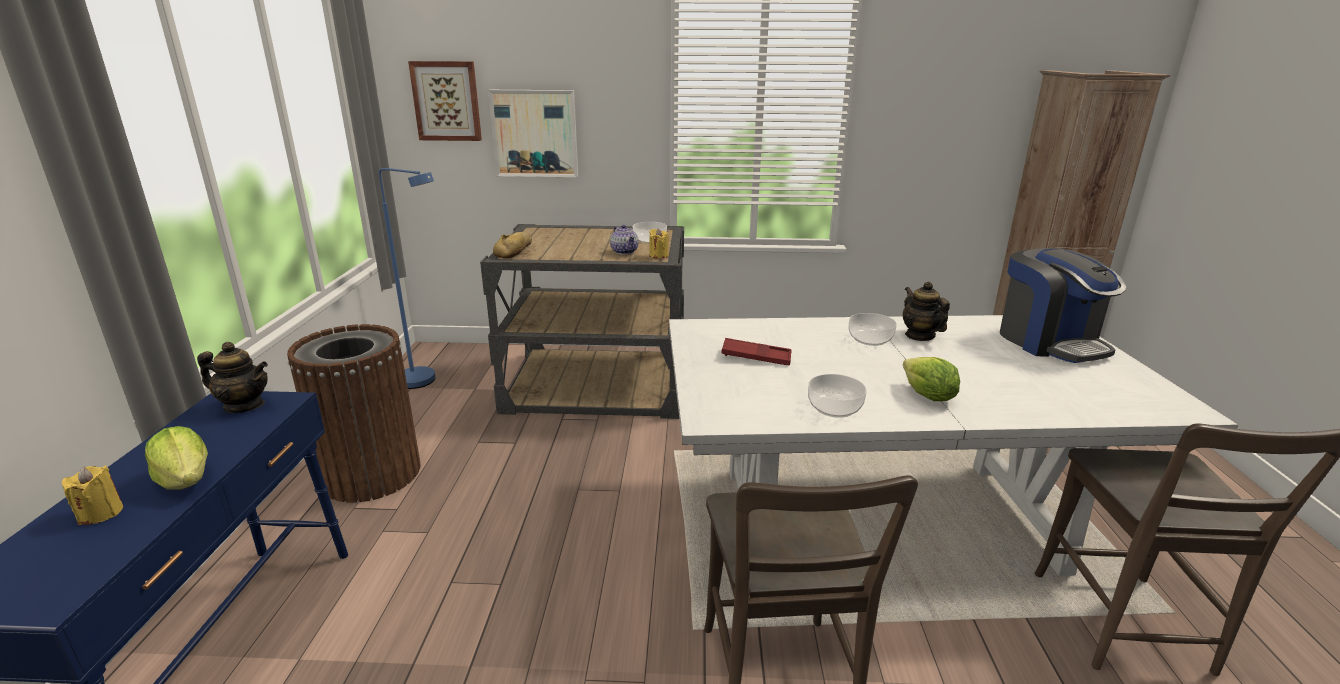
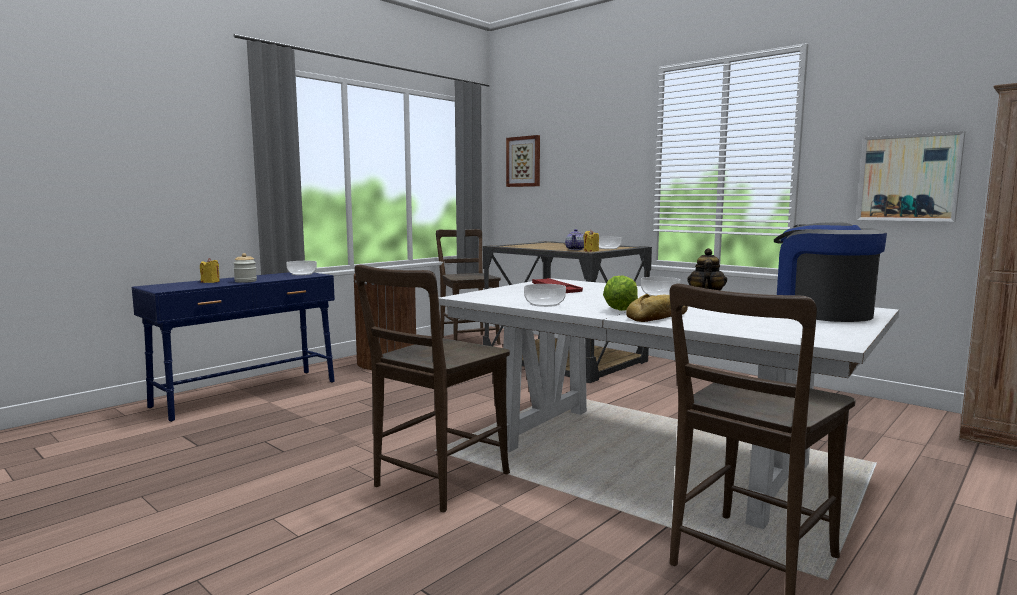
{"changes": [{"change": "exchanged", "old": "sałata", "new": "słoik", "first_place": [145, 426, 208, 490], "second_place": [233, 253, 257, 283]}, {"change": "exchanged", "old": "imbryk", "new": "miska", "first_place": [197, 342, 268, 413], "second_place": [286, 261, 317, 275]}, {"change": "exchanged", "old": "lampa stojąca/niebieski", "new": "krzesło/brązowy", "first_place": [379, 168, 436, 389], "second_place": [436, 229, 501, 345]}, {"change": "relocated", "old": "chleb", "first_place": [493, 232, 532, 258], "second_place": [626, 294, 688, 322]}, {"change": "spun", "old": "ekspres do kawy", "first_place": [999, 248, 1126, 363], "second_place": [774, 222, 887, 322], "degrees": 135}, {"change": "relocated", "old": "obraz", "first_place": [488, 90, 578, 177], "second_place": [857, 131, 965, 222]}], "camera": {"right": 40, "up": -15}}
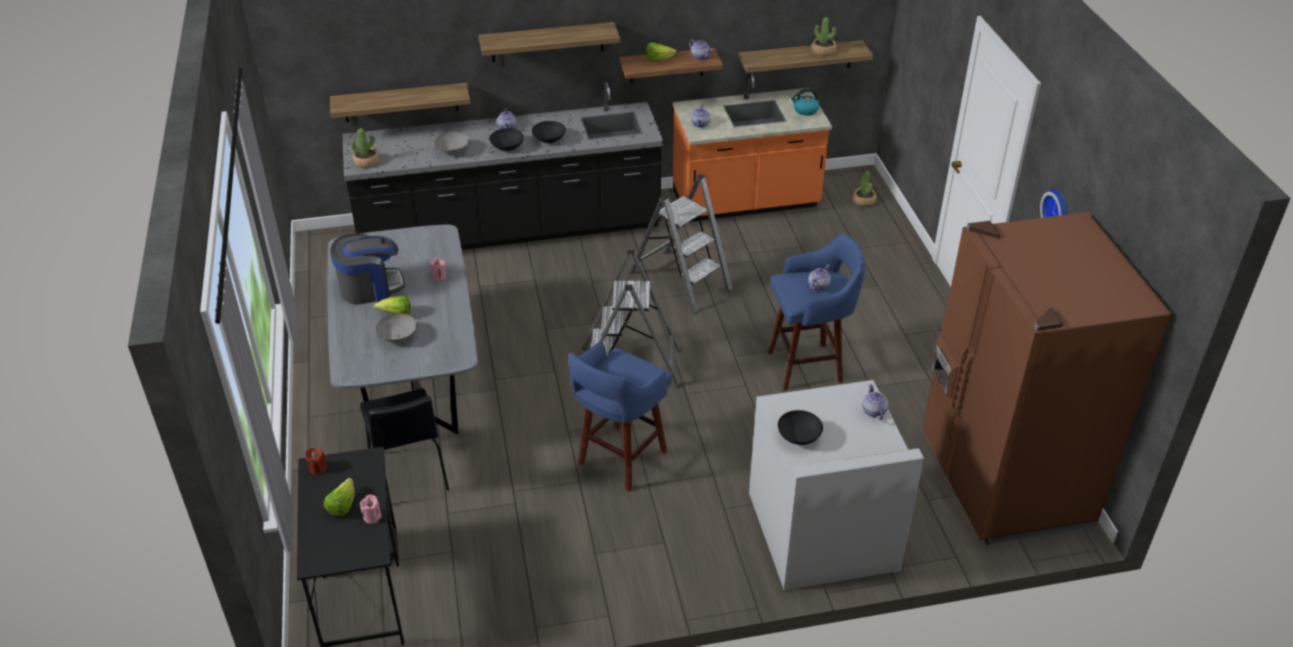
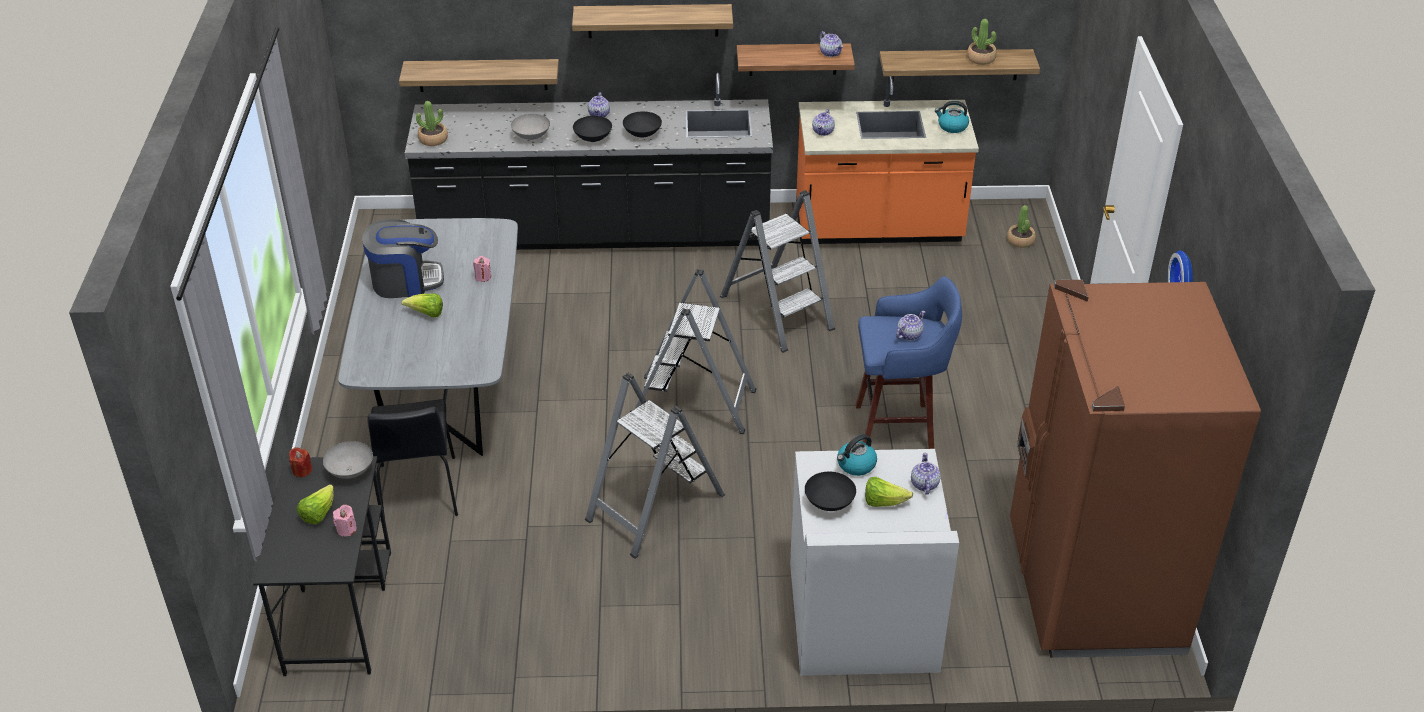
{"changes": [{"change": "relocated", "old": "miska/szary", "first_place": [376, 313, 417, 343], "second_place": [323, 441, 373, 479]}, {"change": "exchanged", "old": "stołek/niebieski", "new": "drabinka/szary", "first_place": [569, 342, 672, 491], "second_place": [585, 373, 725, 559]}, {"change": "appeared", "new": "czajnik", "second_place": [837, 434, 877, 476]}, {"change": "relocated", "old": "sałata", "first_place": [646, 42, 677, 62], "second_place": [865, 477, 913, 507]}], "camera": {"right": 10, "up": 0}}
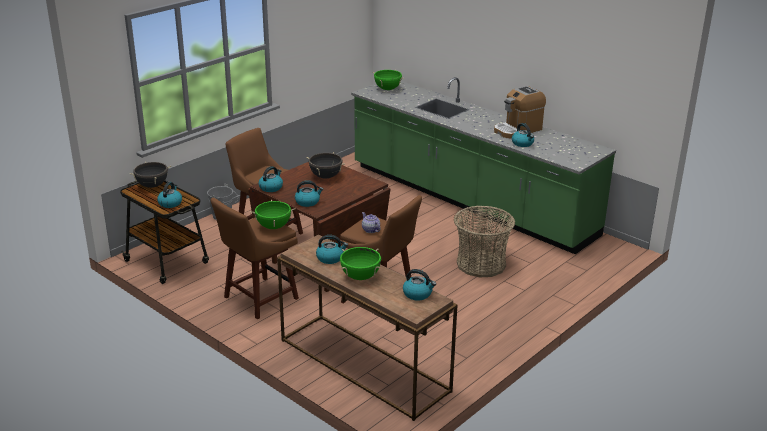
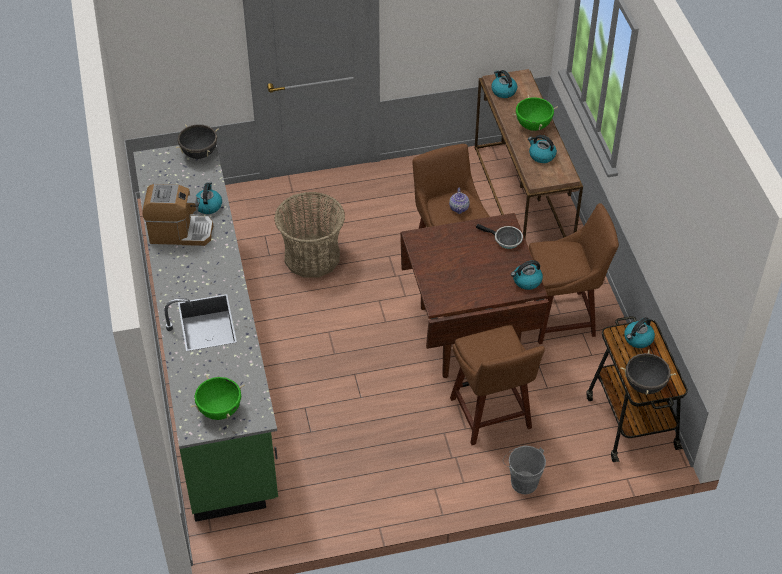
{"changes": [{"change": "relocated", "old": "garnek/czarny", "first_place": [306, 152, 345, 179], "second_place": [176, 124, 219, 159]}, {"change": "exchanged", "old": "czajnik", "new": "patelnia", "first_place": [295, 180, 323, 207], "second_place": [476, 224, 523, 249]}, {"change": "missing", "old": "garnek/zielony", "first_place": [250, 200, 295, 229]}], "camera": {"right": -145, "up": 20}}
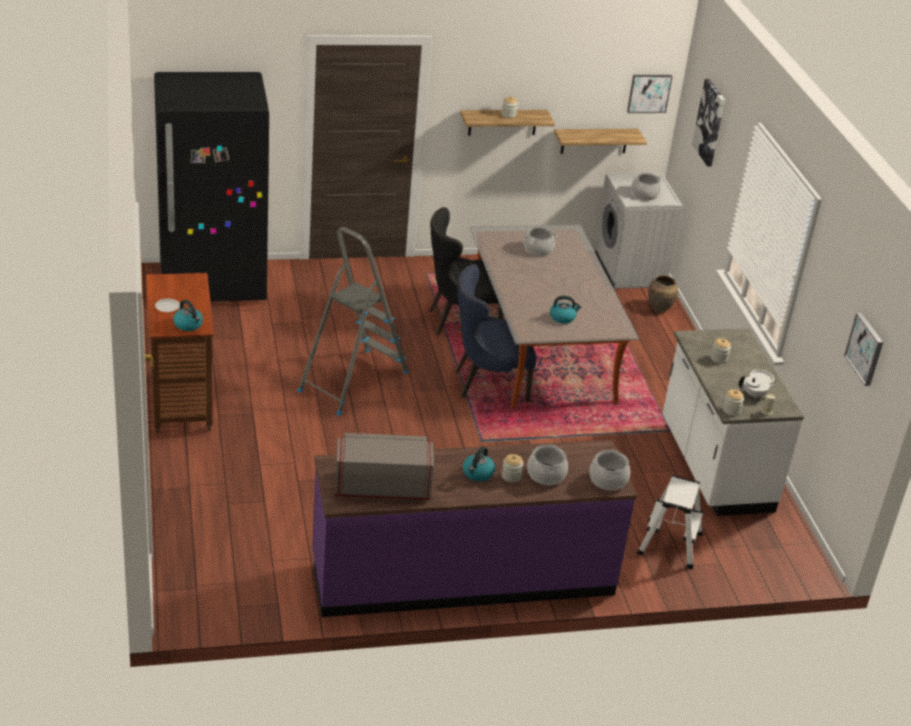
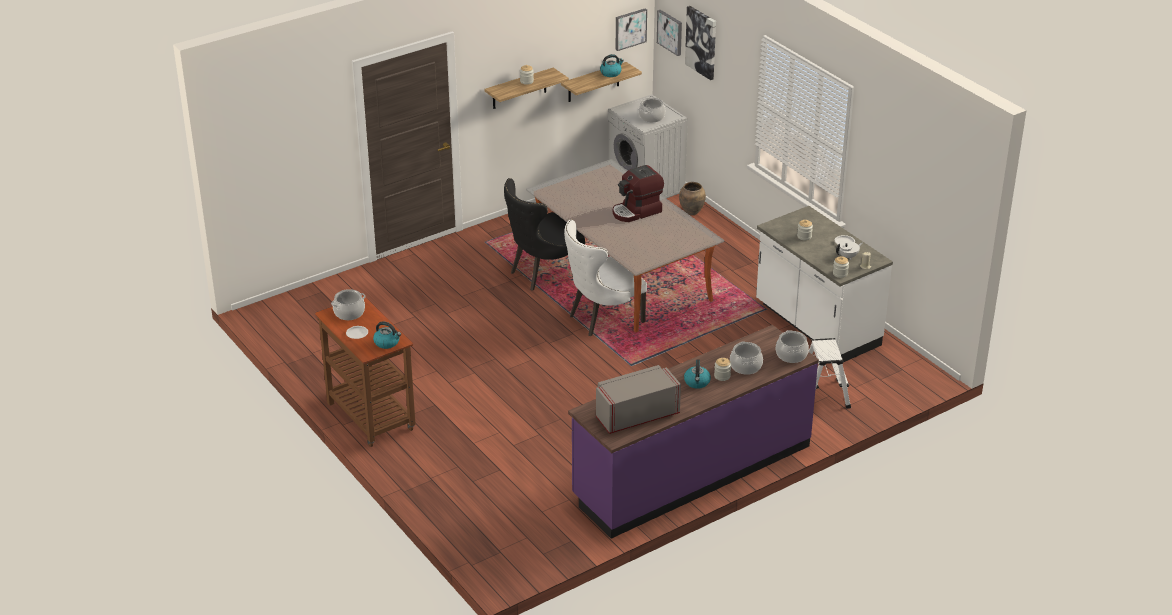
{"changes": [{"change": "relocated", "old": "garnek", "first_place": [523, 226, 558, 256], "second_place": [331, 289, 366, 320]}, {"change": "colour", "old": "krzesło/niebieski", "new": "krzesło/biały", "first_place": [456, 264, 536, 402], "second_place": [564, 219, 647, 336]}, {"change": "relocated", "old": "czajnik", "first_place": [550, 296, 582, 323], "second_place": [600, 54, 624, 77]}, {"change": "appeared", "new": "ekspres do kawy", "second_place": [613, 165, 664, 222]}, {"change": "relocated", "old": "obraz", "first_place": [844, 313, 883, 386], "second_place": [657, 10, 682, 56]}, {"change": "missing", "old": "lodówka/czarny", "first_place": [154, 72, 269, 302]}, {"change": "missing", "old": "drabinka/szary", "first_place": [297, 227, 409, 416]}], "camera": {"right": -20, "up": 0}}
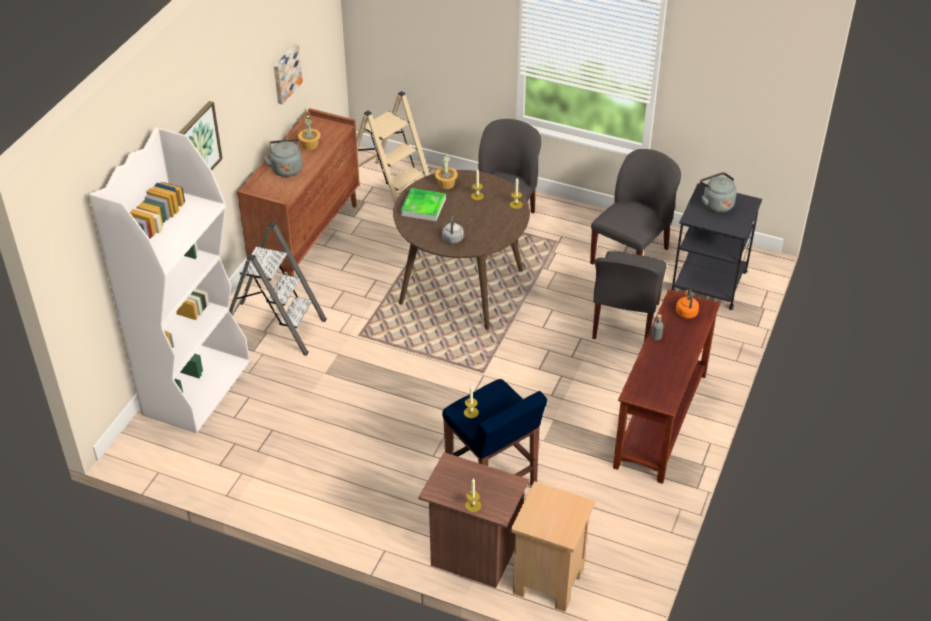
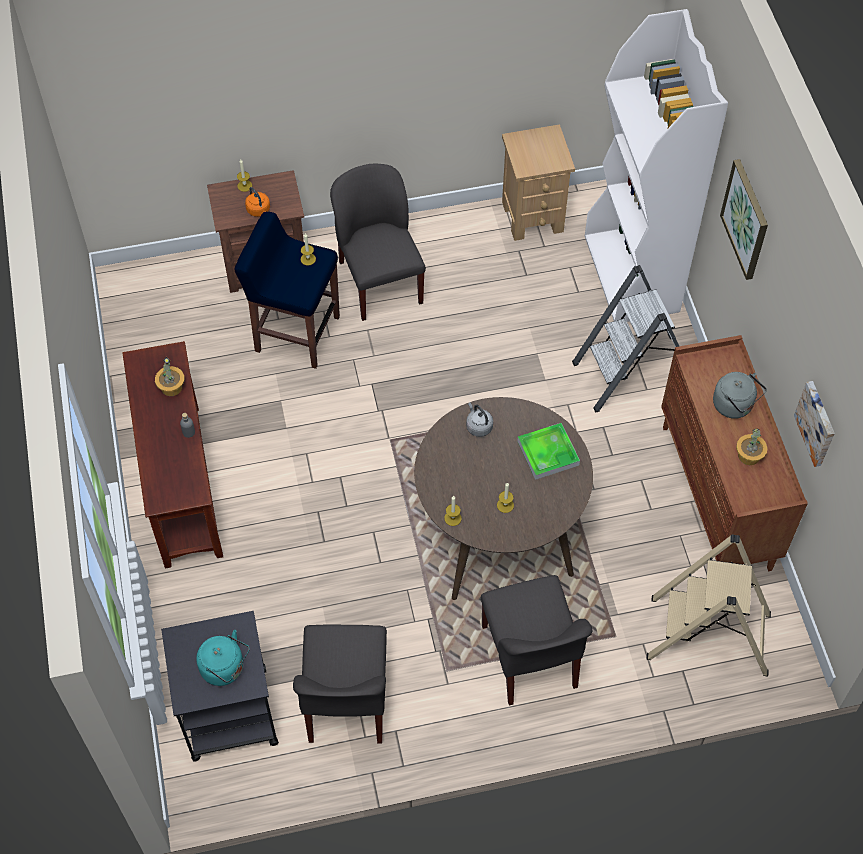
{"changes": [{"change": "relocated", "old": "roślina doniczkowa", "first_place": [435, 154, 458, 189], "second_place": [155, 356, 184, 396]}, {"change": "colour", "old": "czajnik/szary", "new": "czajnik/turkusowy", "first_place": [700, 172, 737, 213], "second_place": [196, 630, 250, 686]}, {"change": "relocated", "old": "czajnik/pomarańczowy", "first_place": [676, 289, 699, 319], "second_place": [245, 187, 270, 217]}, {"change": "relocated", "old": "krzesło/szary", "first_place": [592, 251, 667, 342], "second_place": [330, 164, 426, 321]}, {"change": "relocated", "old": "szafka nocna/beżowy", "first_place": [511, 481, 595, 612], "second_place": [502, 124, 575, 241]}], "camera": {"right": 145, "up": 15}}
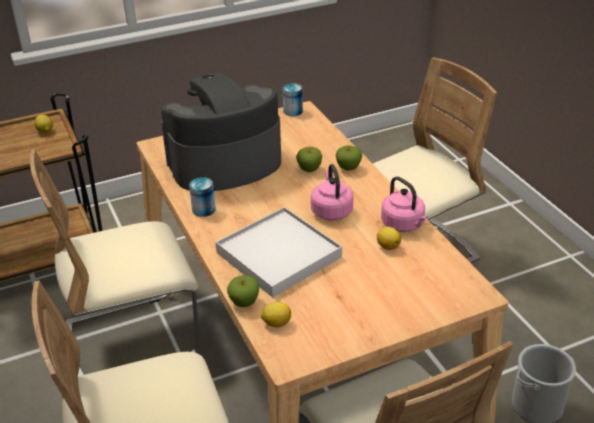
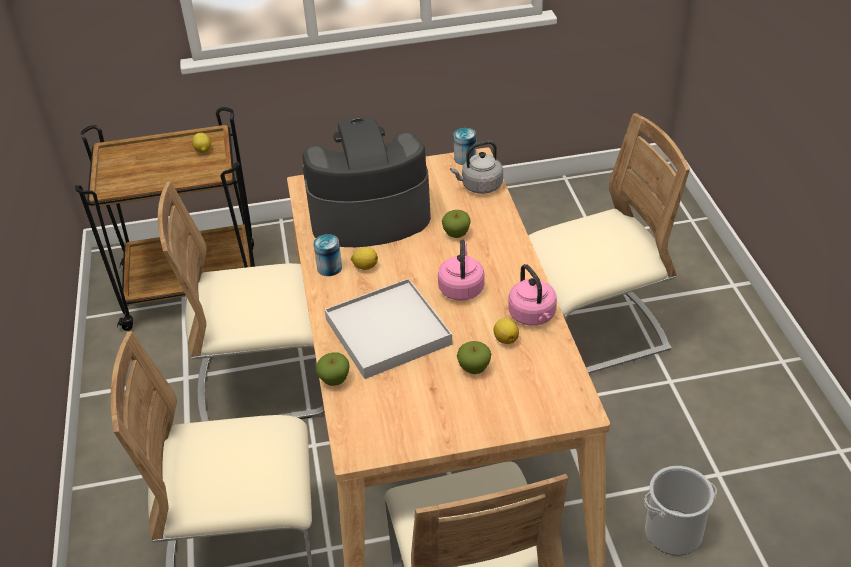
{"changes": [{"change": "relocated", "old": "cytryna", "first_place": [260, 302, 291, 327], "second_place": [351, 247, 378, 270]}, {"change": "appeared", "new": "czajnik/szary", "second_place": [450, 141, 503, 194]}, {"change": "relocated", "old": "jabłko", "first_place": [336, 145, 362, 170], "second_place": [457, 341, 491, 374]}], "camera": {"right": 15, "up": 5}}
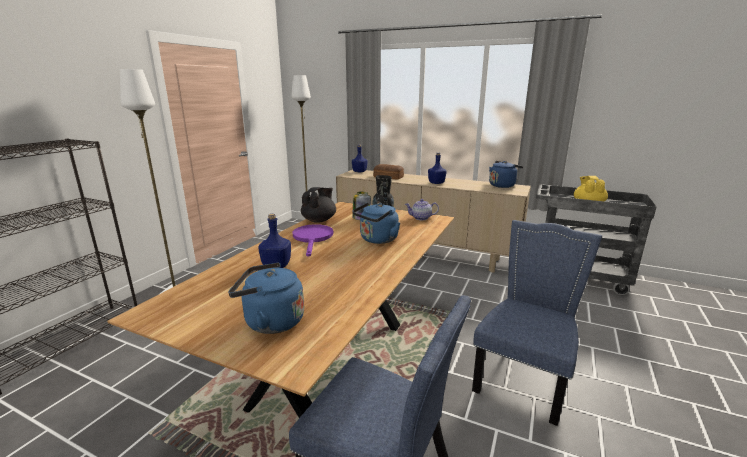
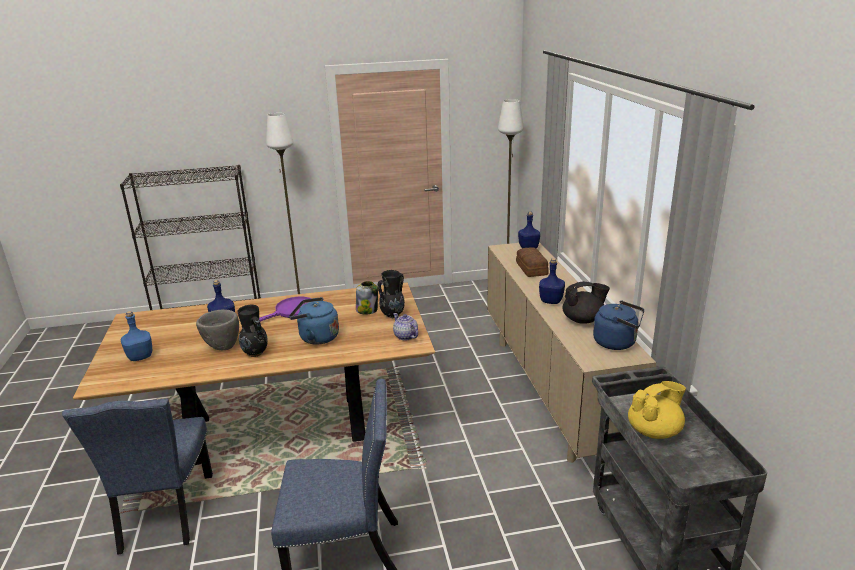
{"changes": [{"change": "exchanged", "old": "czajnik/niebieski", "new": "butelka/niebieski", "first_place": [228, 262, 304, 334], "second_place": [121, 311, 152, 361]}, {"change": "appeared", "new": "miska/szary", "second_place": [196, 309, 239, 350]}, {"change": "appeared", "new": "wazon/czarny", "second_place": [237, 305, 268, 357]}, {"change": "relocated", "old": "imbryk/czarny", "first_place": [301, 187, 336, 223], "second_place": [562, 282, 610, 324]}], "camera": {"right": 55, "up": 5}}
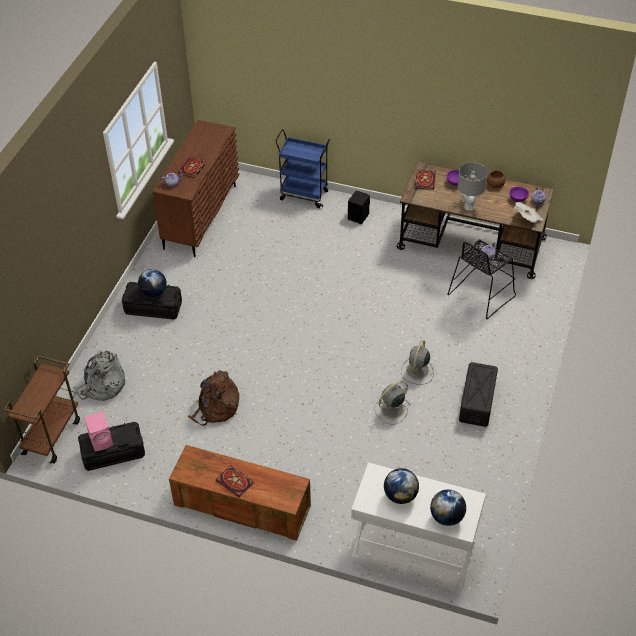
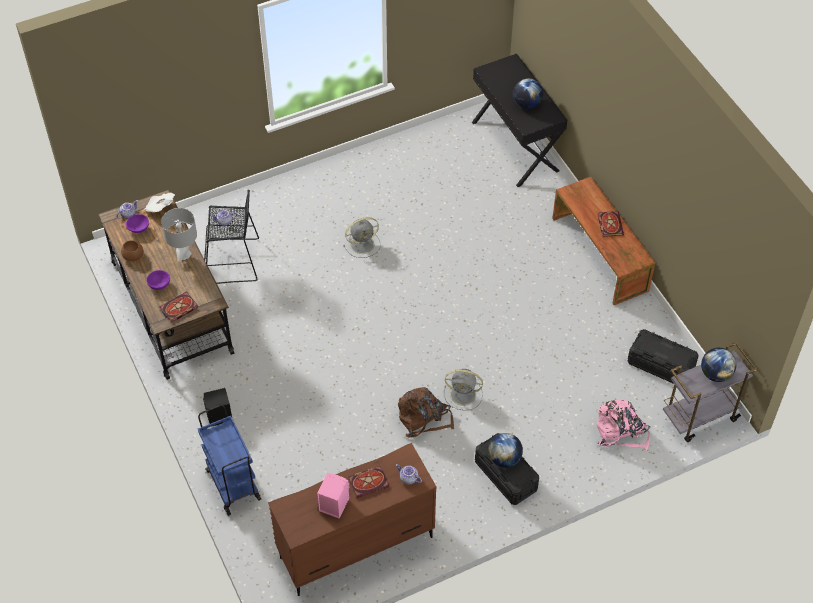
{"changes": [{"change": "relocated", "old": "głośnik/różowy", "first_place": [84, 411, 113, 452], "second_place": [317, 473, 349, 518]}, {"change": "relocated", "old": "plecak/brązowy", "first_place": [188, 370, 239, 426], "second_place": [398, 387, 454, 438]}, {"change": "relocated", "old": "wentylator/szary", "first_place": [374, 381, 411, 425], "second_place": [444, 369, 483, 410]}, {"change": "colour", "old": "stolik konsolowy/biały", "new": "stolik konsolowy/czarny", "first_place": [351, 462, 486, 587], "second_place": [472, 54, 567, 187]}, {"change": "colour", "old": "plecak/szary", "new": "plecak/różowy", "first_place": [73, 350, 125, 401], "second_place": [597, 400, 650, 450]}, {"change": "colour", "old": "wózek/brązowy", "new": "wózek/szary", "first_place": [3, 355, 80, 464], "second_place": [663, 342, 758, 442]}, {"change": "relocated", "old": "globus", "first_place": [430, 489, 466, 526], "second_place": [701, 348, 736, 382]}, {"change": "missing", "old": "pojemnik do przechowywania/czarny", "first_place": [459, 362, 498, 427]}], "camera": {"right": -135, "up": 5}}
